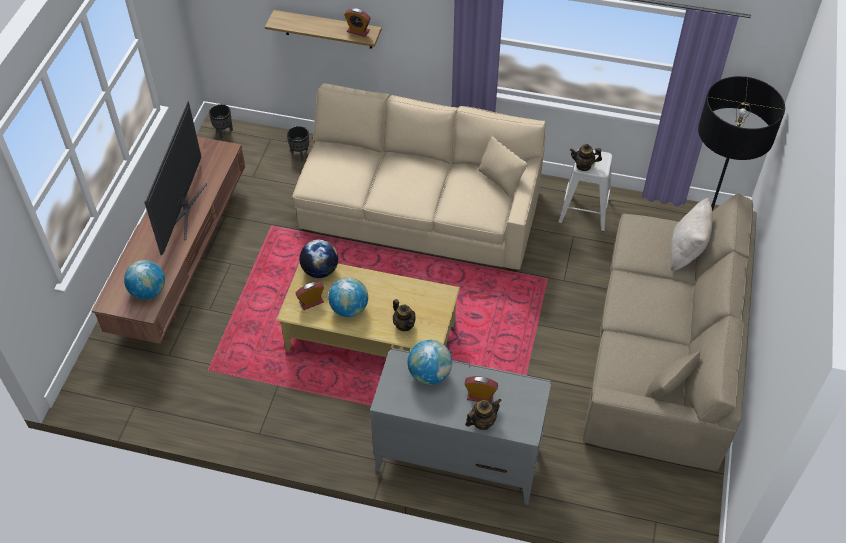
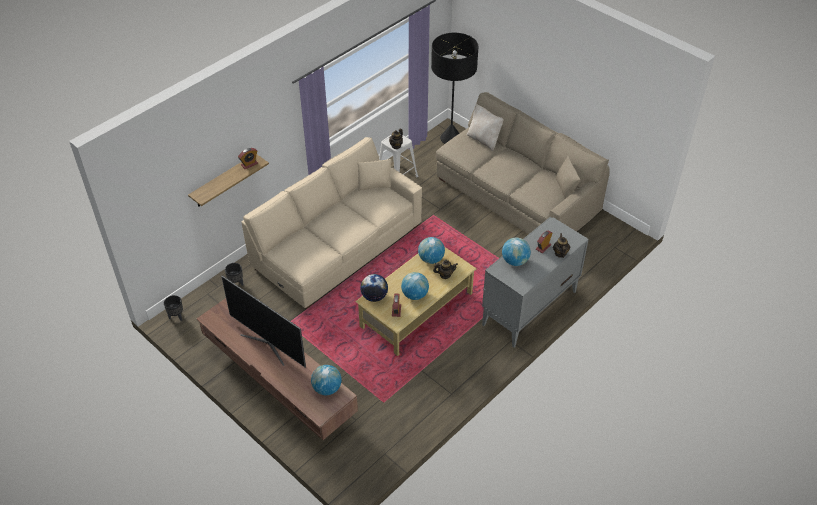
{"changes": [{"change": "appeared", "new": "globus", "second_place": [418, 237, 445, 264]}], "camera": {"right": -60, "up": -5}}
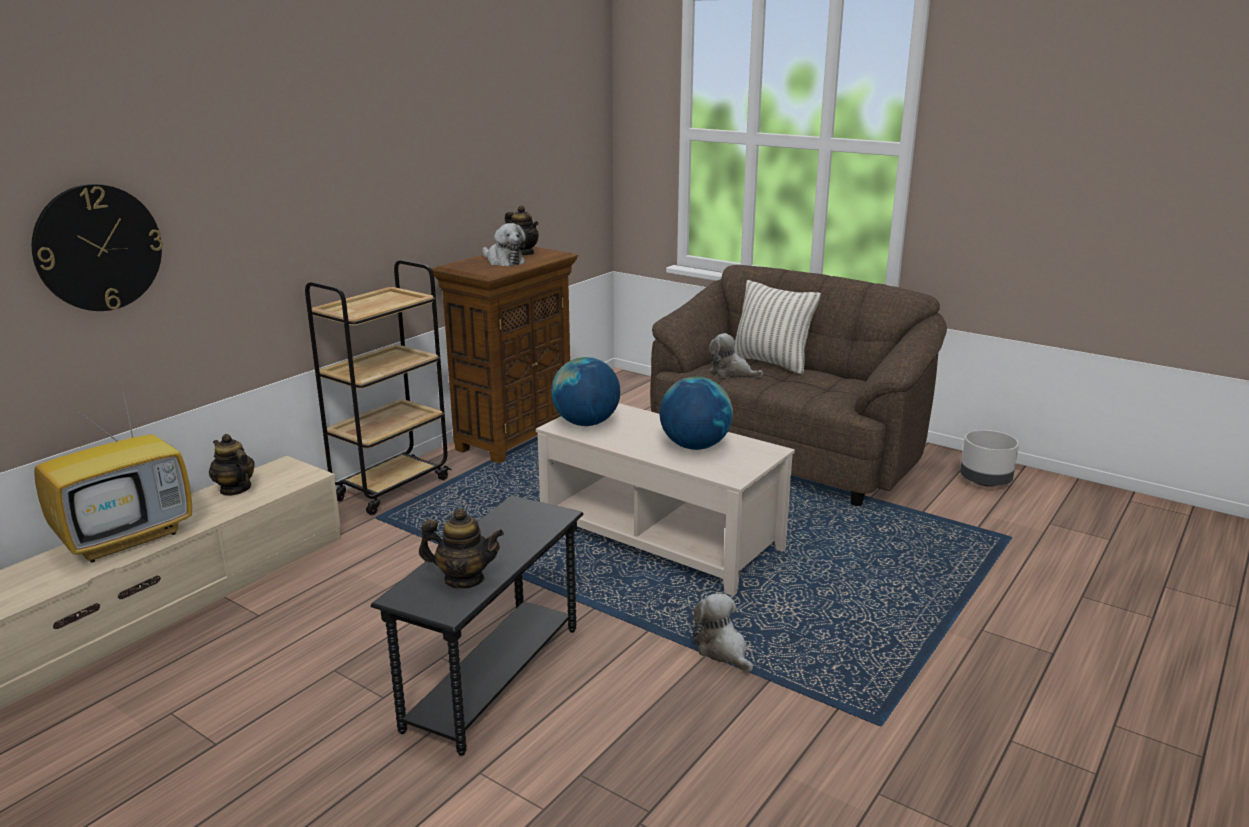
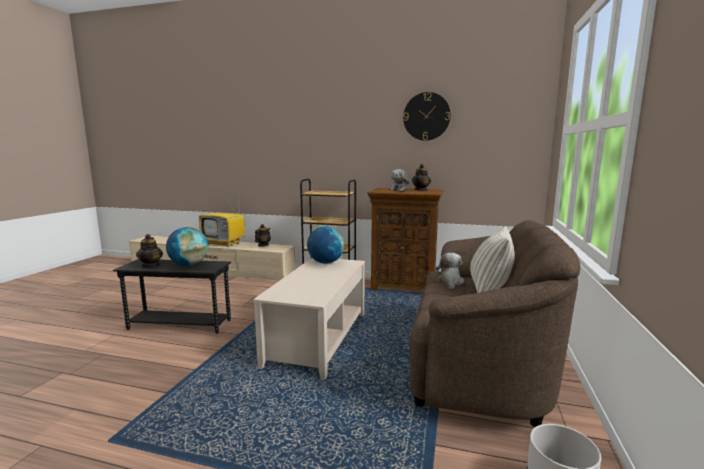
{"changes": [{"change": "relocated", "old": "globus", "first_place": [659, 377, 733, 450], "second_place": [166, 227, 208, 266]}, {"change": "relocated", "old": "zegar ścienny", "first_place": [32, 184, 163, 311], "second_place": [403, 92, 451, 141]}, {"change": "missing", "old": "pluszak", "first_place": [693, 593, 753, 672]}], "camera": {"right": 70, "up": -10}}
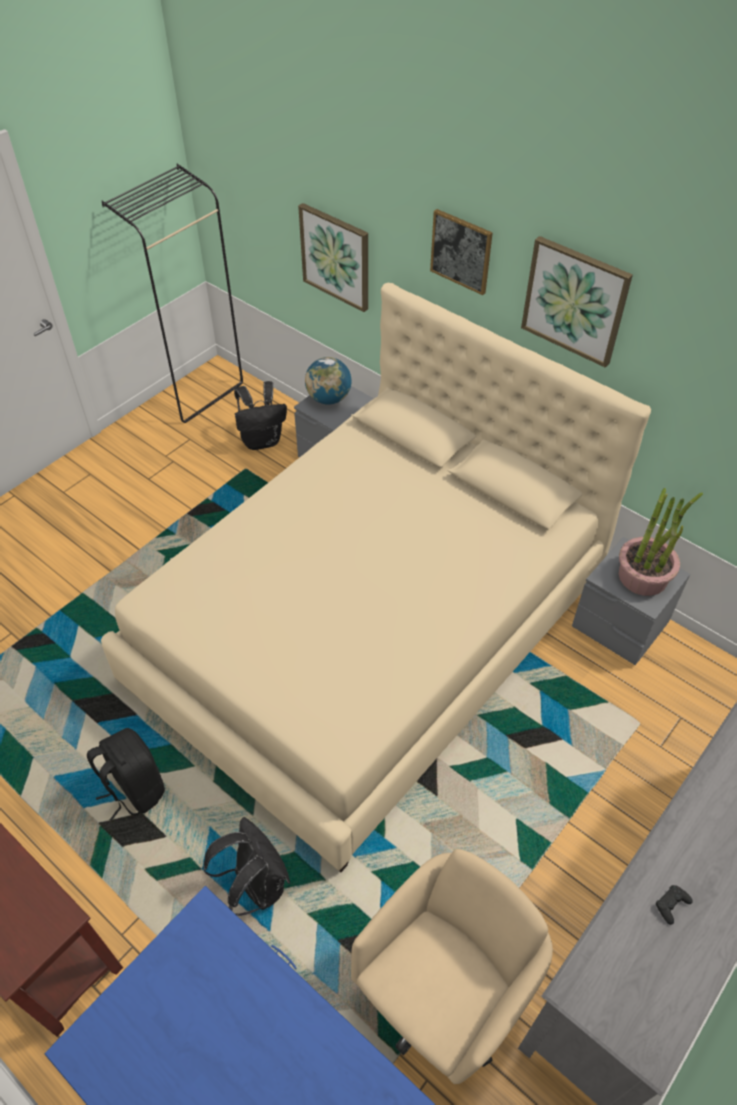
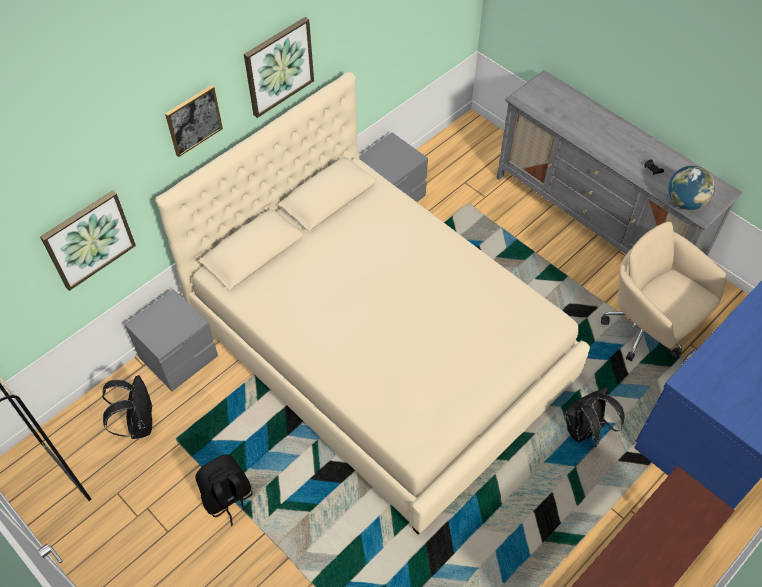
{"changes": [{"change": "relocated", "old": "plecak/czarny", "first_place": [87, 728, 165, 821], "second_place": [195, 454, 252, 526]}, {"change": "relocated", "old": "globus", "first_place": [305, 357, 352, 405], "second_place": [668, 166, 715, 210]}, {"change": "missing", "old": "roślina doniczkowa", "first_place": [619, 488, 703, 596]}], "camera": {"right": -85, "up": 5}}
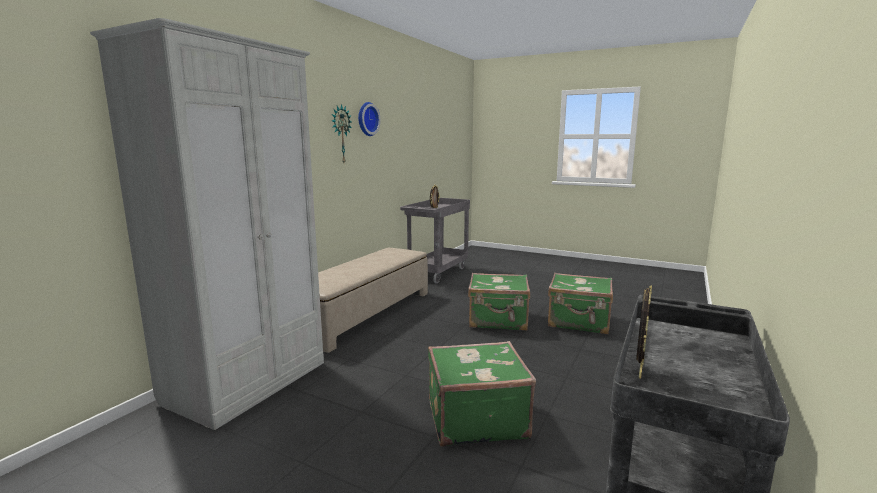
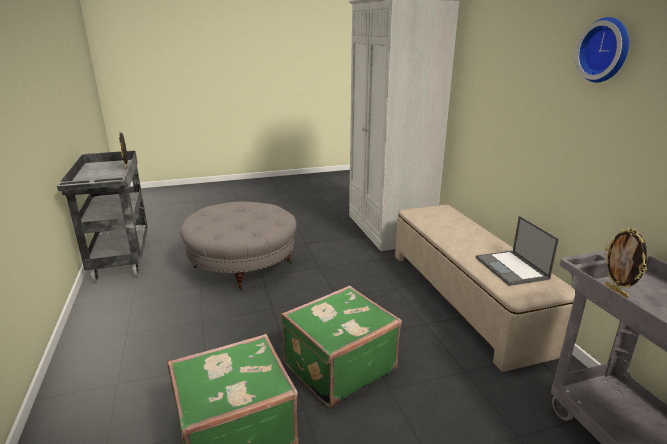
{"changes": [{"change": "exchanged", "old": "walizka/zielony", "new": "pufa/szary", "first_place": [428, 341, 536, 447], "second_place": [180, 201, 297, 290]}, {"change": "appeared", "new": "laptop", "second_place": [476, 216, 559, 286]}, {"change": "missing", "old": "zegar ścienny", "first_place": [332, 104, 352, 163]}], "camera": {"right": 135, "up": 10}}
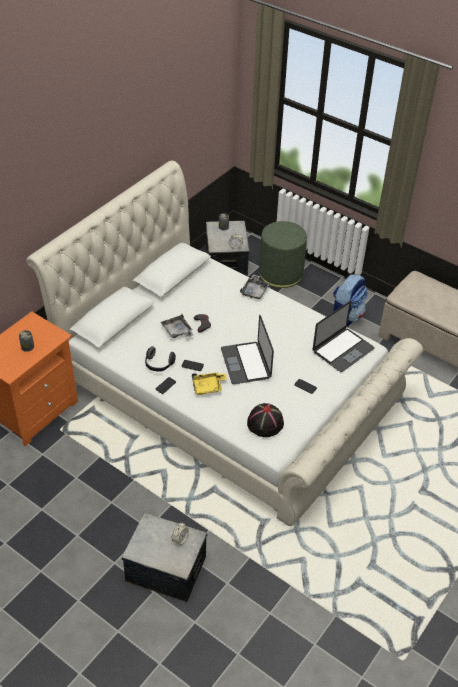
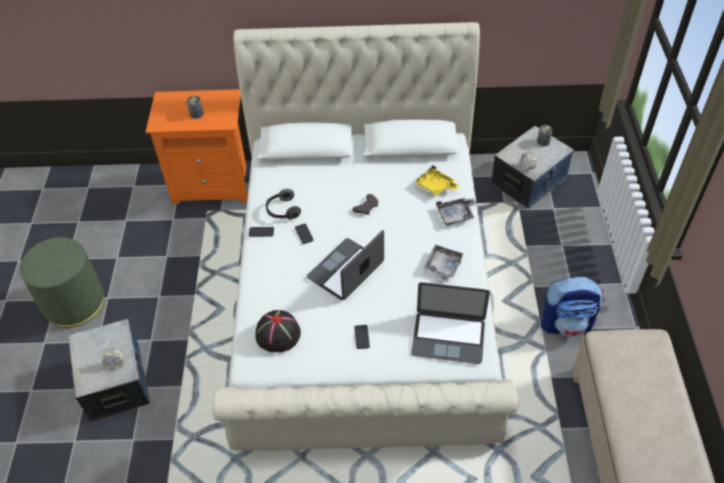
{"changes": [{"change": "relocated", "old": "pufa/zielony", "first_place": [259, 221, 307, 288], "second_place": [20, 237, 104, 328]}, {"change": "relocated", "old": "taca/żółty", "first_place": [192, 372, 227, 395], "second_place": [414, 165, 460, 195]}, {"change": "relocated", "old": "taca/szary", "first_place": [161, 314, 193, 338], "second_place": [424, 245, 463, 282]}], "camera": {"right": 55, "up": 5}}
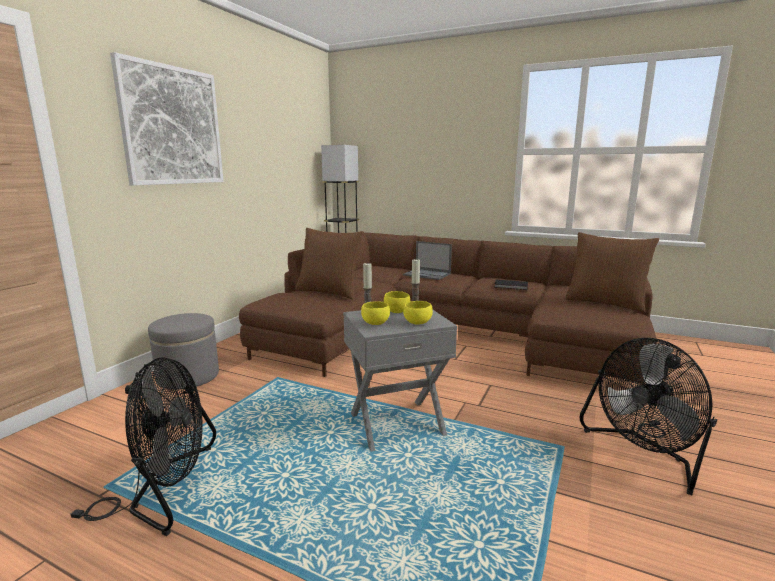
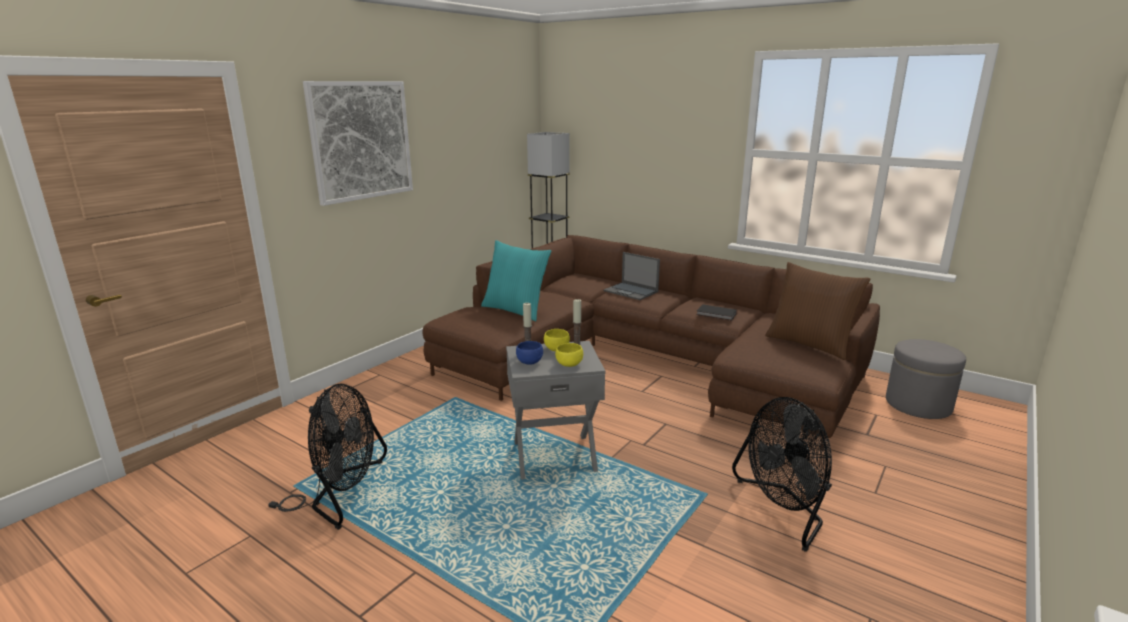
{"changes": [{"change": "colour", "old": "poduszka/brązowy", "new": "poduszka/turkusowy", "first_place": [295, 228, 364, 299], "second_place": [481, 240, 551, 321]}, {"change": "colour", "old": "miska/żółty", "new": "miska/niebieski", "first_place": [361, 301, 390, 325], "second_place": [516, 341, 543, 365]}, {"change": "relocated", "old": "pufa/szary", "first_place": [148, 313, 219, 390], "second_place": [886, 339, 966, 419]}], "camera": {"right": 10, "up": 5}}
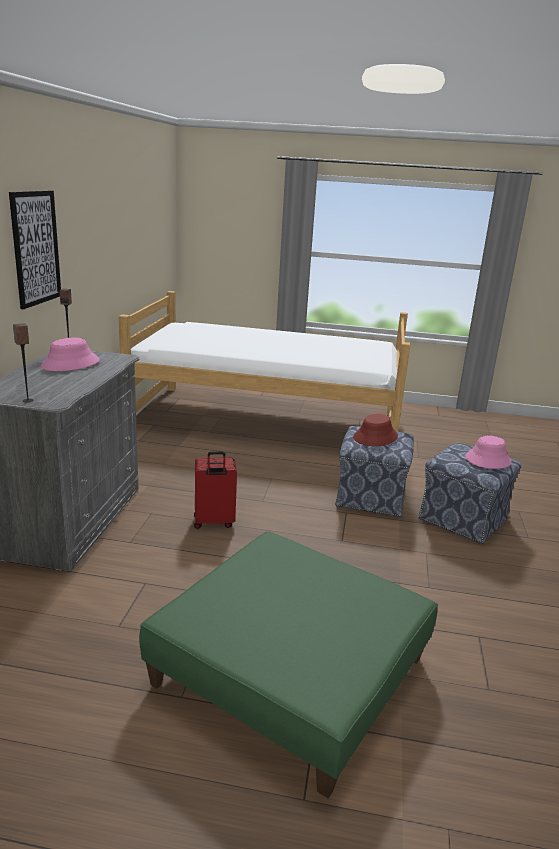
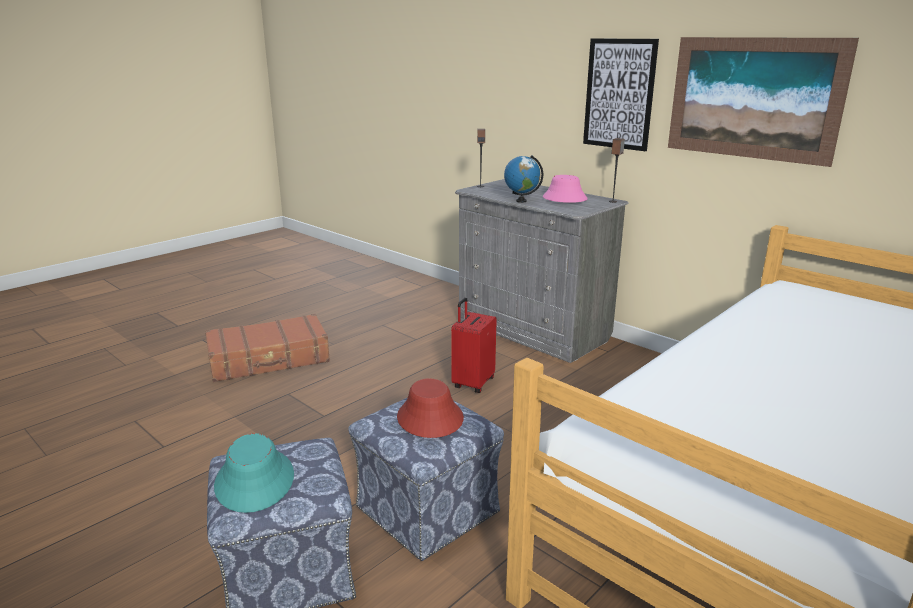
{"changes": [{"change": "exchanged", "old": "pufa/zielony", "new": "walizka/brązowy", "first_place": [139, 532, 438, 798], "second_place": [205, 314, 330, 382]}, {"change": "colour", "old": "kapelusz/różowy", "new": "kapelusz/turkusowy", "first_place": [465, 436, 511, 469], "second_place": [214, 433, 294, 513]}, {"change": "appeared", "new": "globus", "second_place": [504, 155, 543, 203]}, {"change": "appeared", "new": "obraz", "second_place": [668, 37, 859, 167]}], "camera": {"right": 125, "up": 0}}
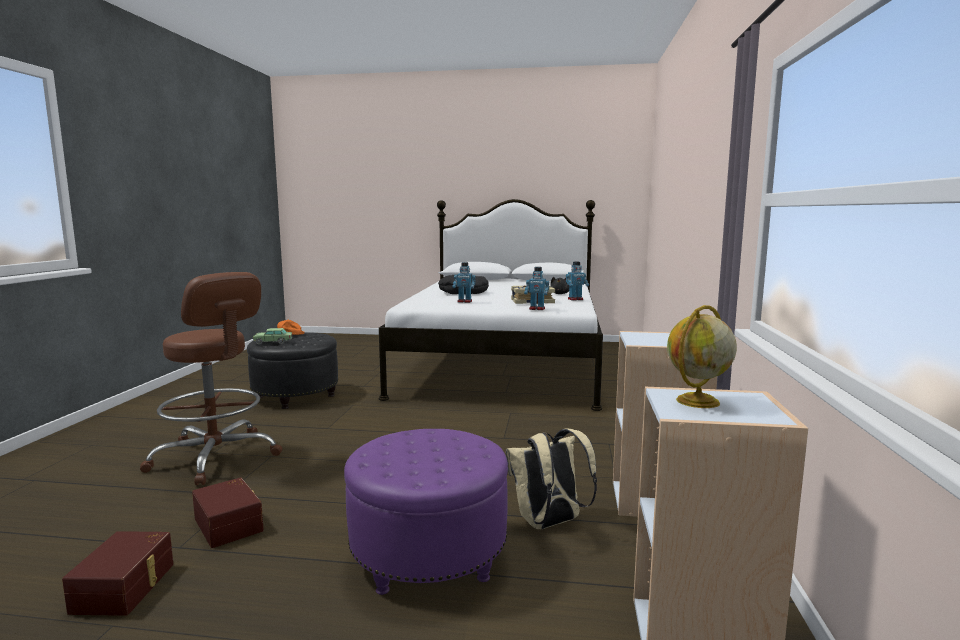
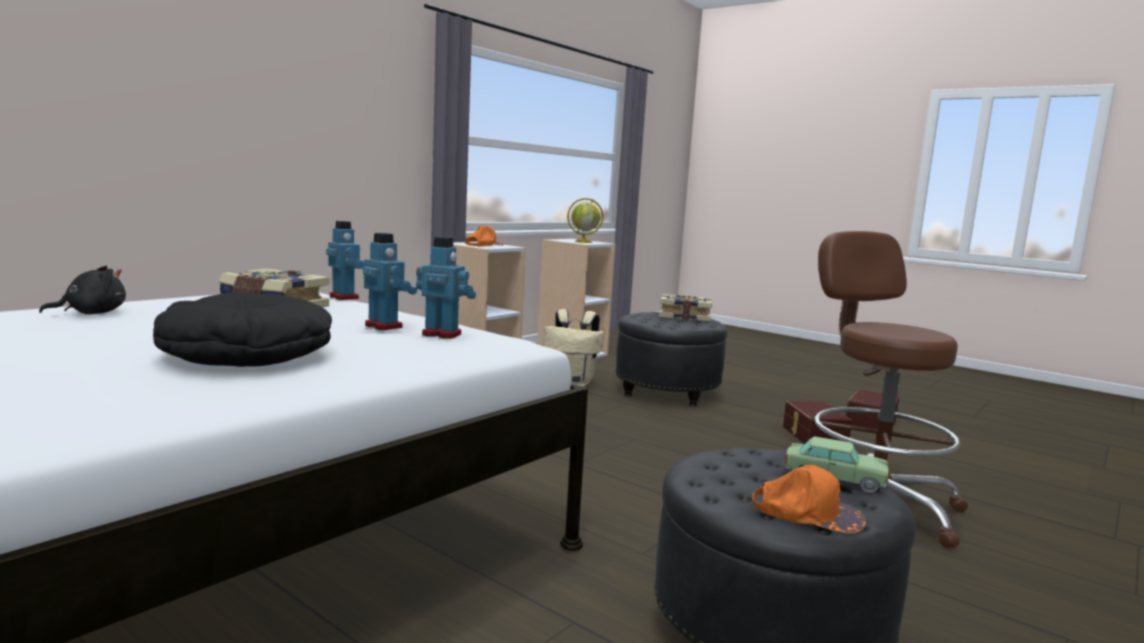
{"changes": [{"change": "relocated", "old": "robot zabawkowy", "first_place": [566, 261, 589, 301], "second_place": [416, 237, 476, 339]}, {"change": "appeared", "new": "czapka z daszkiem/pomarańczowy", "second_place": [465, 225, 504, 247]}, {"change": "colour", "old": "pufa/fioletowy", "new": "pufa/czarny", "first_place": [344, 429, 508, 595], "second_place": [616, 312, 728, 407]}, {"change": "appeared", "new": "książka", "second_place": [659, 294, 712, 321]}], "camera": {"right": -150, "up": 0}}
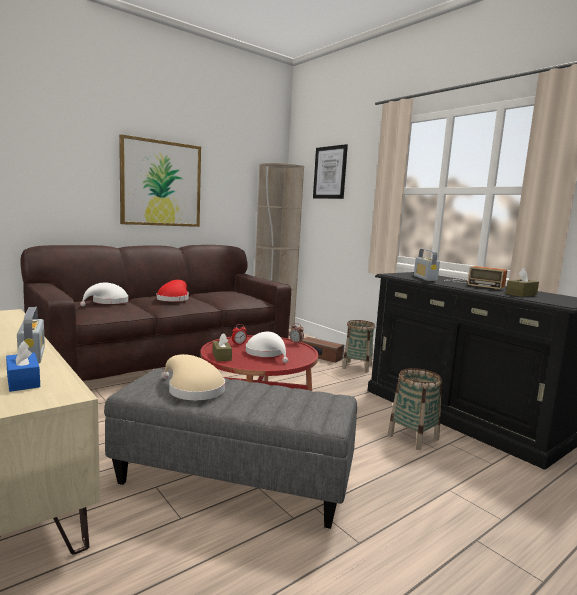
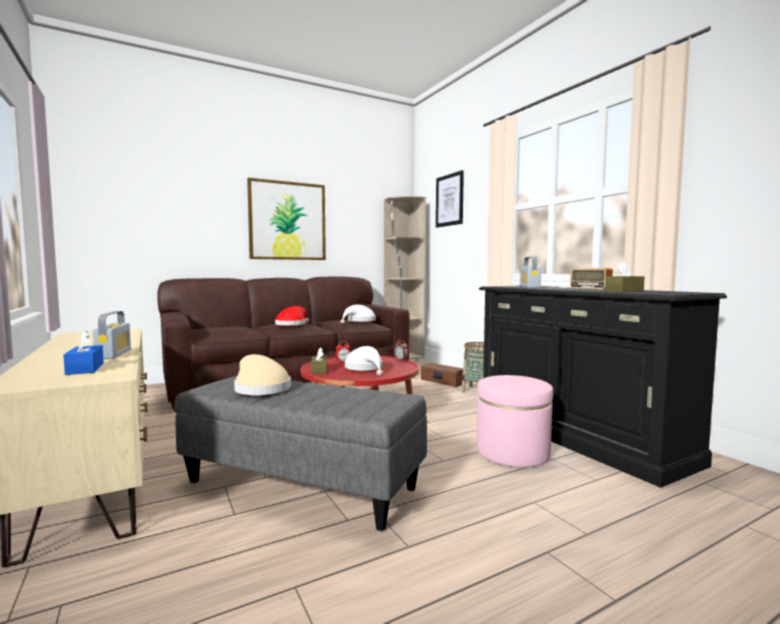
{"changes": [{"change": "relocated", "old": "kapelusz/biały", "first_place": [80, 283, 129, 306], "second_place": [341, 305, 376, 324]}, {"change": "exchanged", "old": "koszyk", "new": "pufa/różowy", "first_place": [388, 368, 442, 450], "second_place": [477, 375, 553, 468]}], "camera": {"right": 10, "up": -5}}
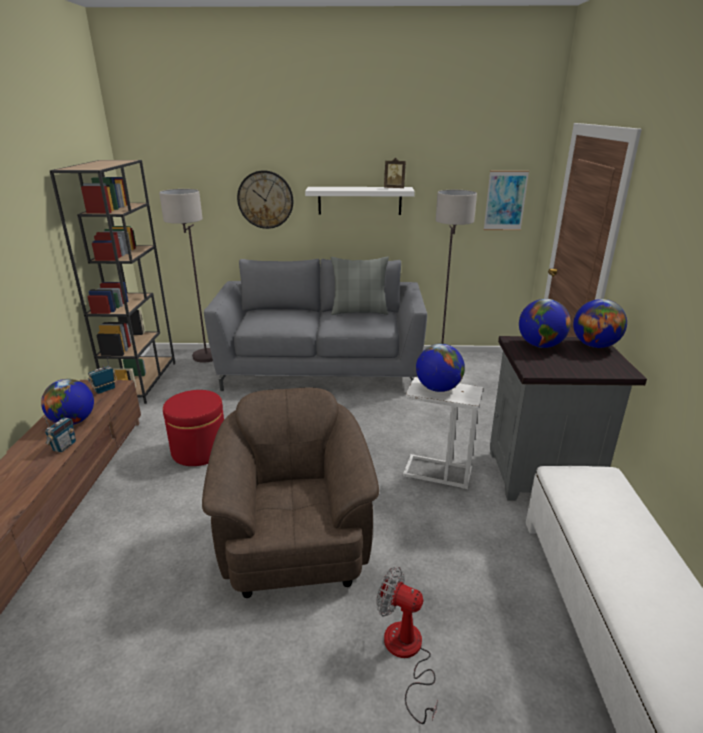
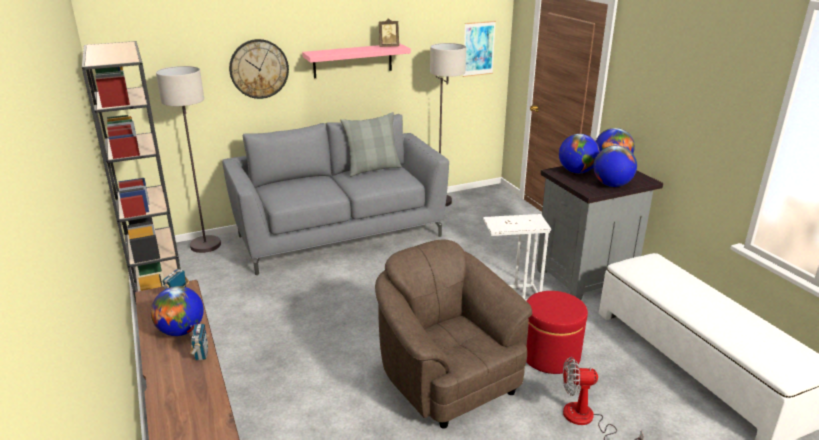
{"changes": [{"change": "colour", "old": "półka/biały", "new": "półka/różowy", "first_place": [305, 187, 415, 215], "second_place": [302, 44, 411, 78]}, {"change": "relocated", "old": "pufa/czerwony", "first_place": [163, 390, 224, 466], "second_place": [526, 291, 588, 374]}, {"change": "relocated", "old": "globus", "first_place": [416, 344, 465, 392], "second_place": [594, 145, 637, 187]}], "camera": {"right": -25, "up": 0}}
